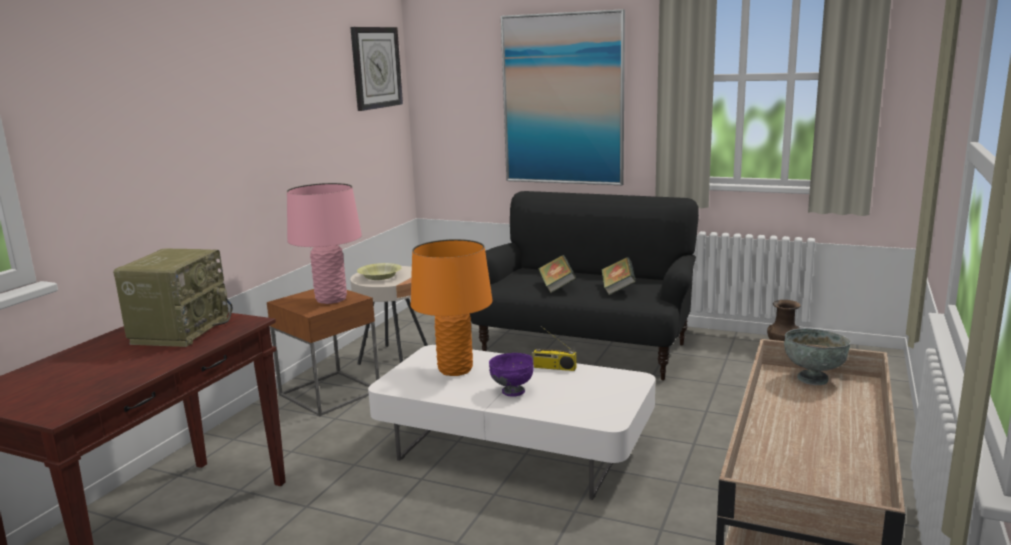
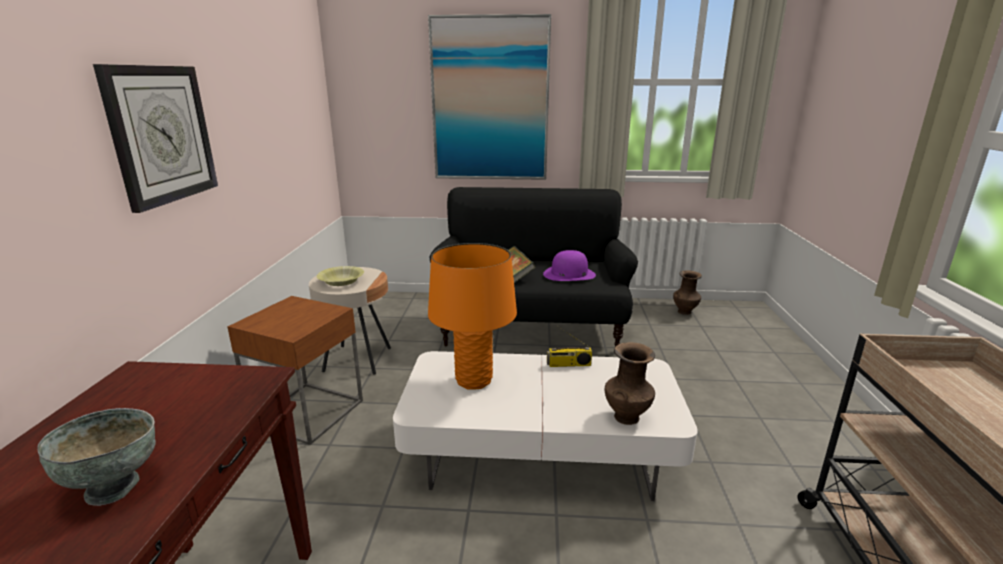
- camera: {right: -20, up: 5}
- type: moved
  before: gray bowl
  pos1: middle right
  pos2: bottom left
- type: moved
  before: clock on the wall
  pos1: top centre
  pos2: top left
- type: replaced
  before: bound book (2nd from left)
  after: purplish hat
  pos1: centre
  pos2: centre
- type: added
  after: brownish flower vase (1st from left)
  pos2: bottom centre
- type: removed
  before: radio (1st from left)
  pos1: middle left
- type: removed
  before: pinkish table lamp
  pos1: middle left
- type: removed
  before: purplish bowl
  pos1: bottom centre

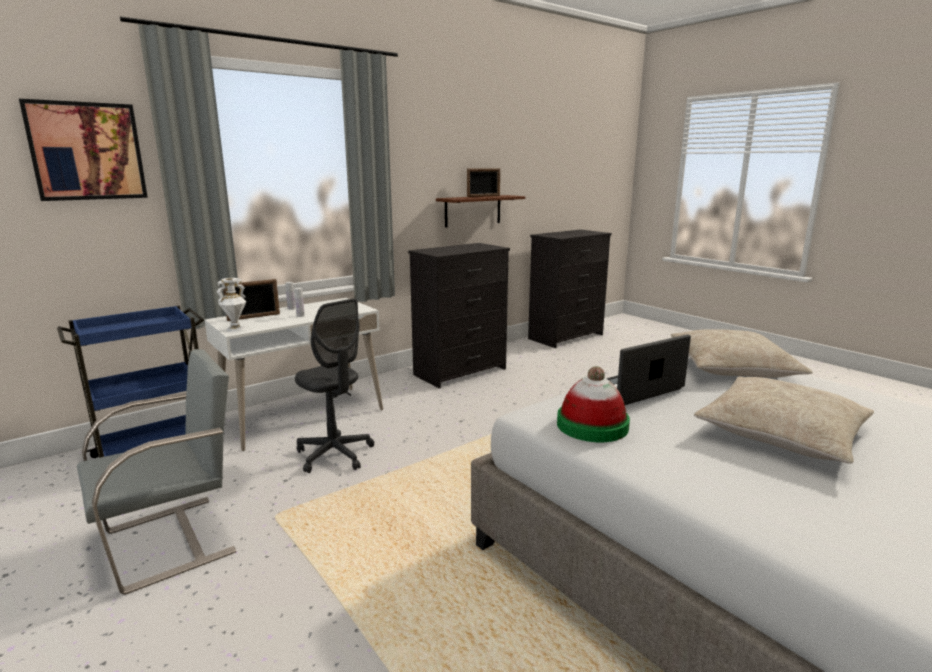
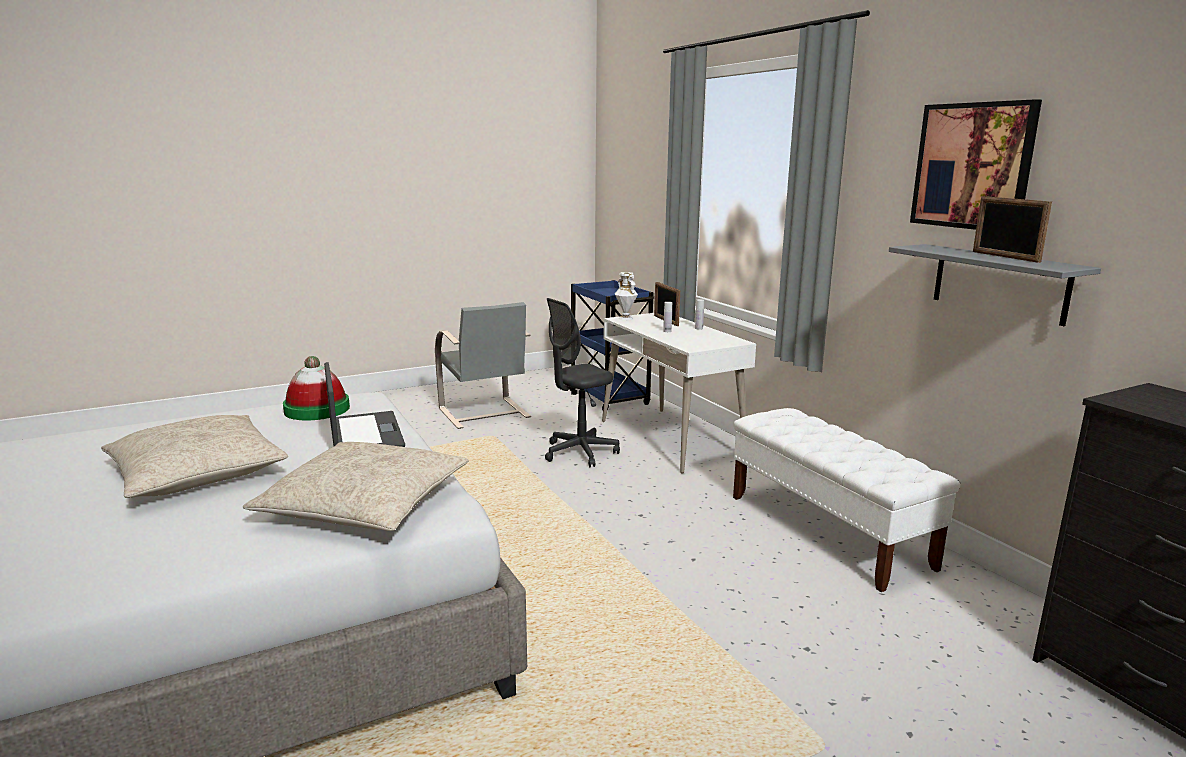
- camera: {right: 100, up: 0}
- type: replaced
  before: blackish chest of drawers (1st from left)
  after: whitish long seat
  pos1: centre
  pos2: middle right
- type: recoloured
  before: brownish bracket shelf
  after: gray bracket shelf
  pos1: top centre
  pos2: middle right
- type: moved
  before: picture
  pos1: top left
  pos2: top right

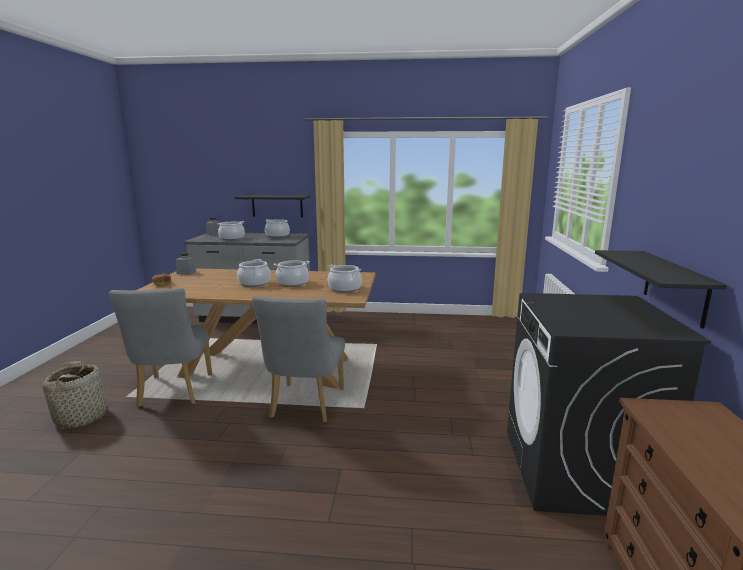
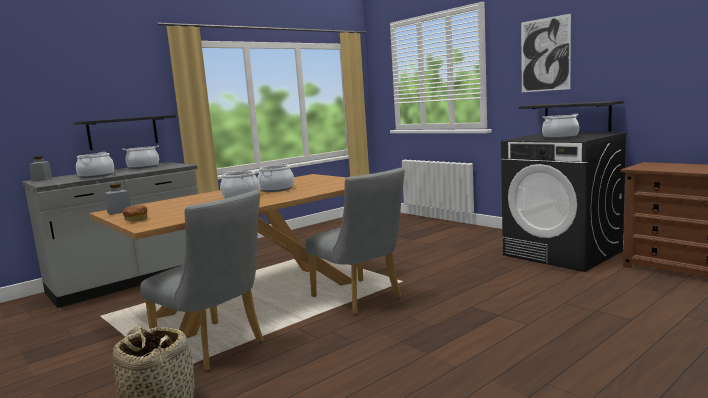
- camera: {right: -45, up: -5}
- type: added
  after: picture
  pos2: top right
- type: moved
  before: stockpot (5th from left)
  pos1: centre
  pos2: top right

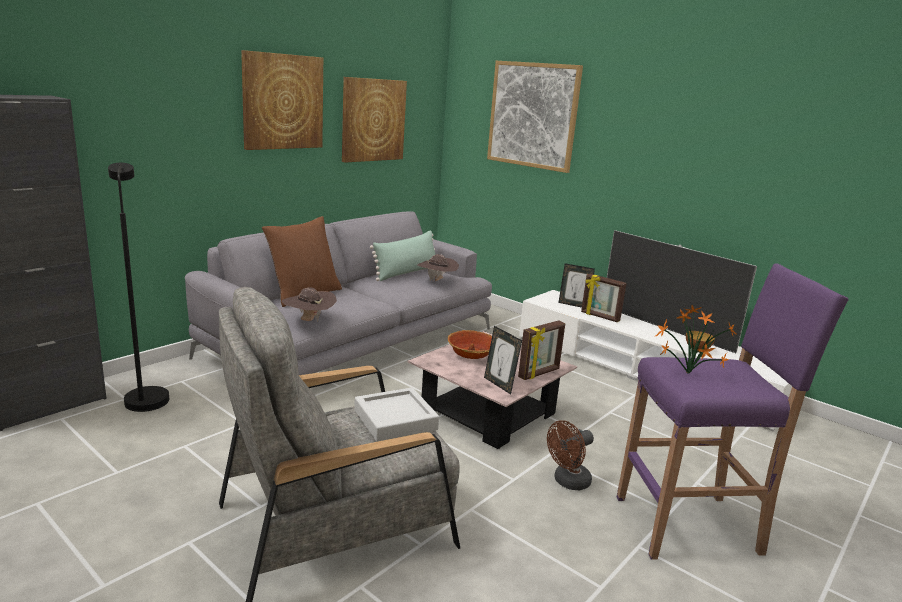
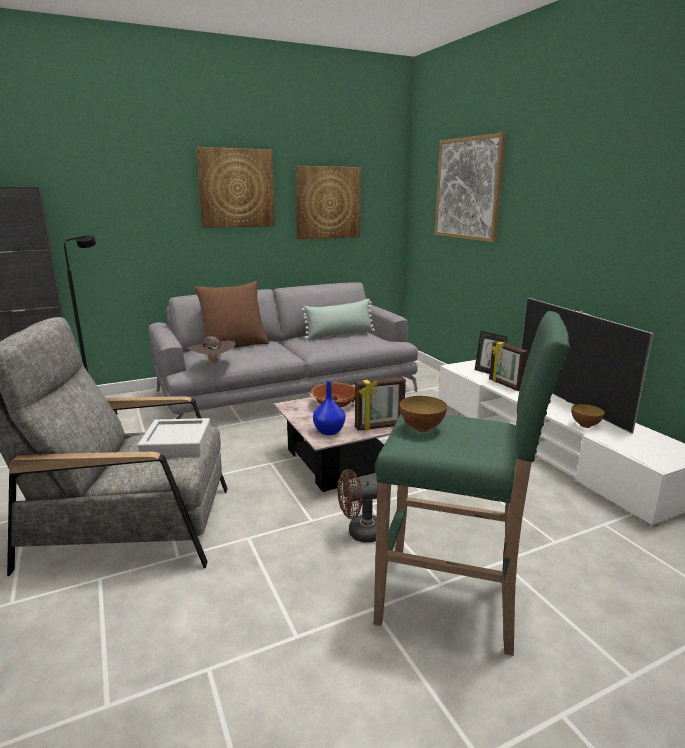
- camera: {right: 25, up: 0}
- type: replaced
  before: standing frame (1st from left)
  after: bluish flower vase
  pos1: centre
  pos2: centre
- type: recoloured
  before: purplish stool
  after: green-coloured stool
  pos1: bottom right
  pos2: middle right
- type: replaced
  before: potted plant
  after: bowl (2nd from left)
  pos1: middle right
  pos2: centre
- type: removed
  before: brownish hat (2nd from left)
  pos1: centre

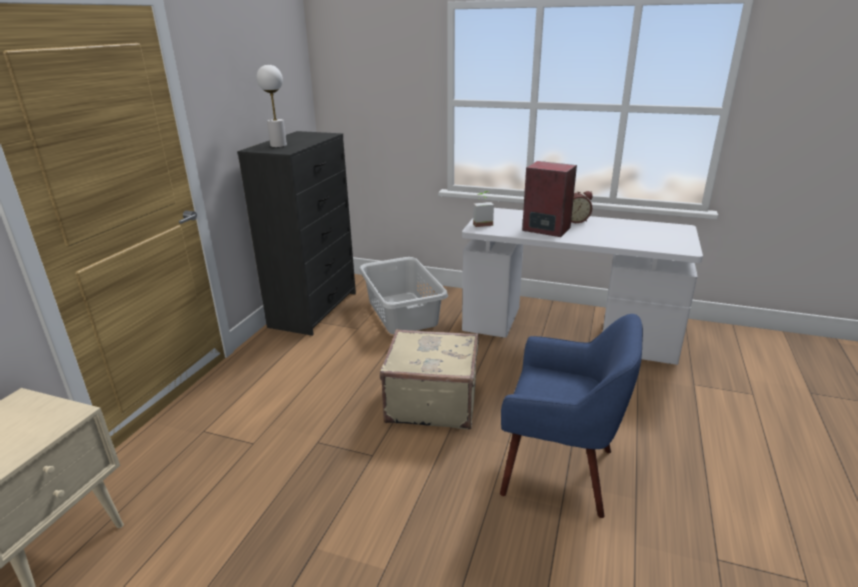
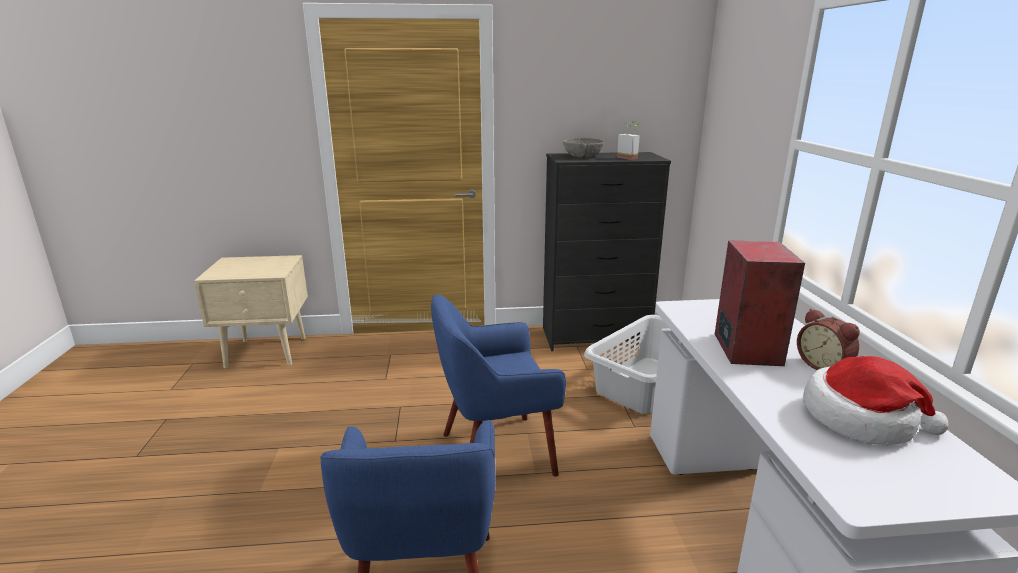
- camera: {right: 65, up: -5}
- type: replaced
  before: beige-coloured travel case
  after: bluish armchair (2nd from left)
  pos1: centre
  pos2: bottom centre
- type: replaced
  before: whitish table lamp
  after: gray bowl
  pos1: top left
  pos2: top centre
- type: moved
  before: potted plant
  pos1: centre
  pos2: top centre
- type: added
  after: hat
  pos2: bottom right

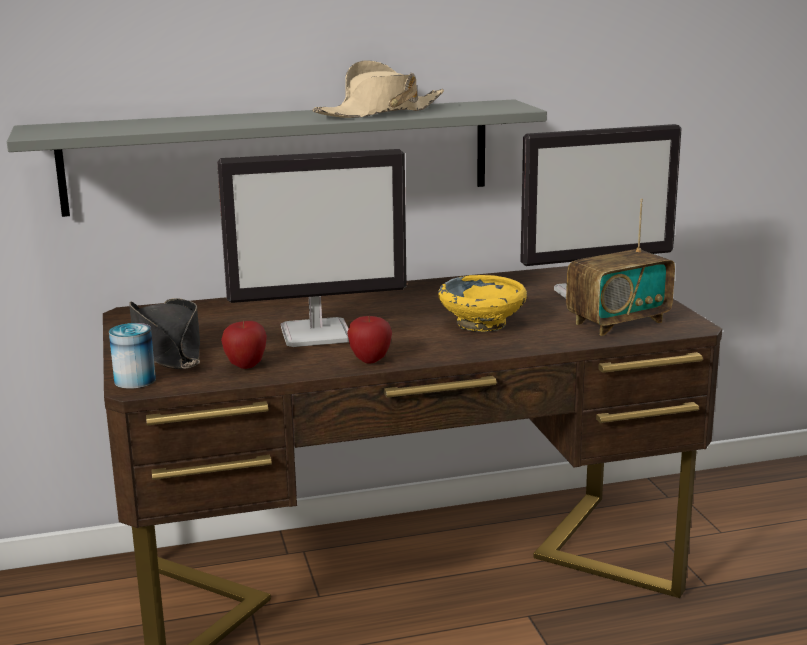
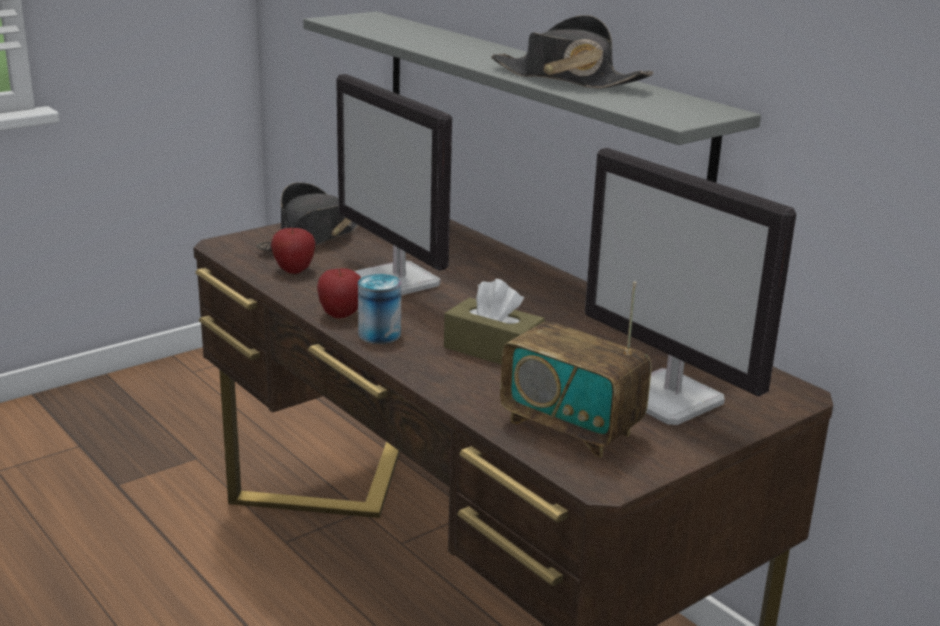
- camera: {right: 65, up: 5}
- type: moved
  before: metal can
  pos1: middle left
  pos2: centre
- type: replaced
  before: yellow-coloured bowl
  after: brownish tissue box
  pos1: centre
  pos2: centre
- type: recoloured
  before: beige-coloured hat
  after: blackish hat (2nd from left)
  pos1: top centre
  pos2: top centre

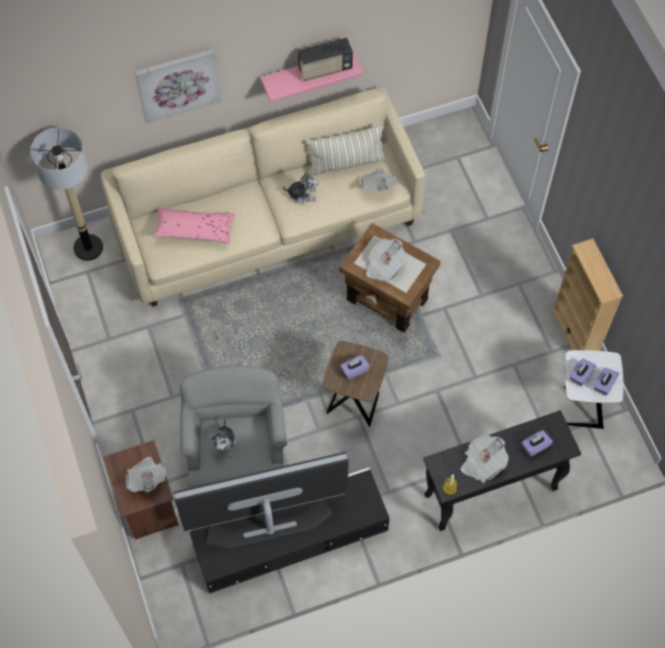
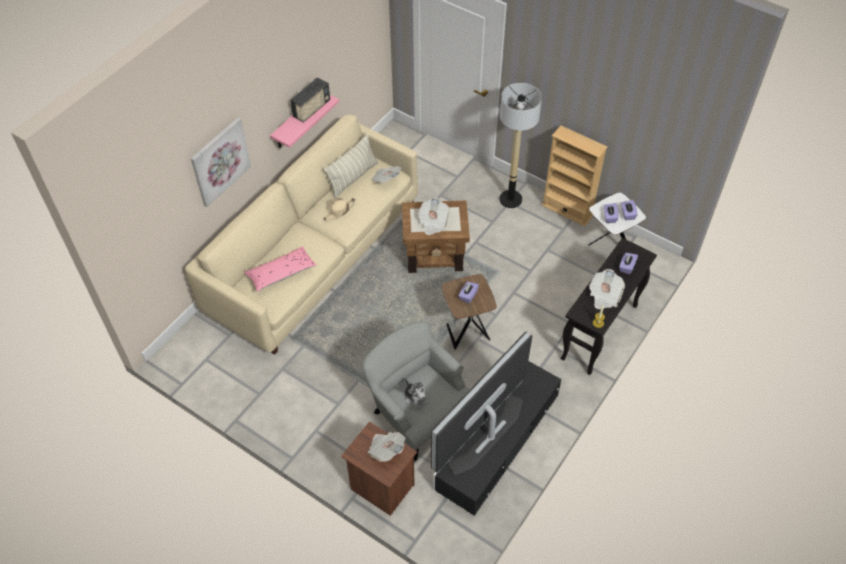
- camera: {right: -35, up: -10}
- type: replaced
  before: soft toy (2nd from left)
  after: beige-coloured hat
  pos1: top centre
  pos2: centre
- type: moved
  before: standing lamp
  pos1: top left
  pos2: top centre

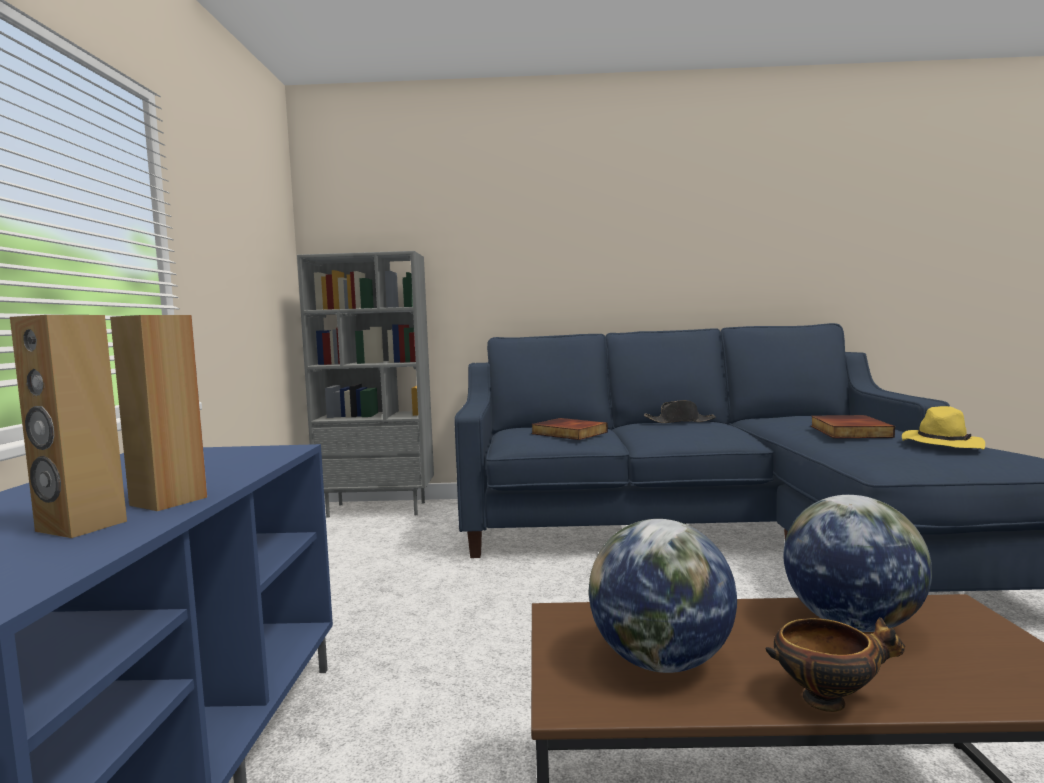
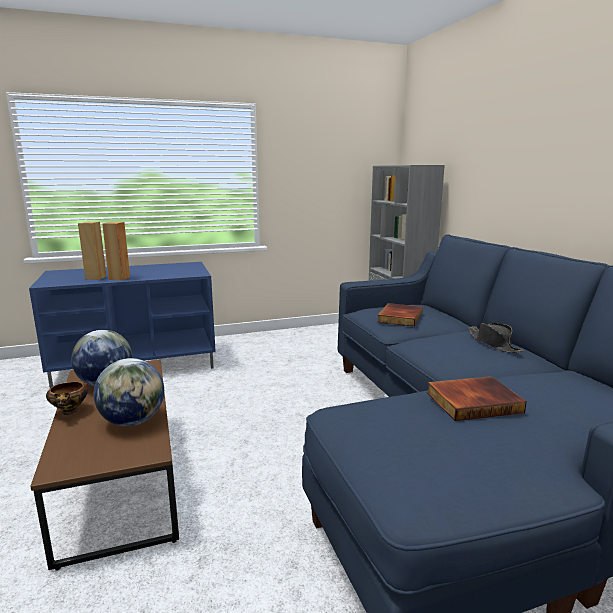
- camera: {right: 70, up: 10}
- type: removed
  before: yellow-coloured hat
  pos1: middle right

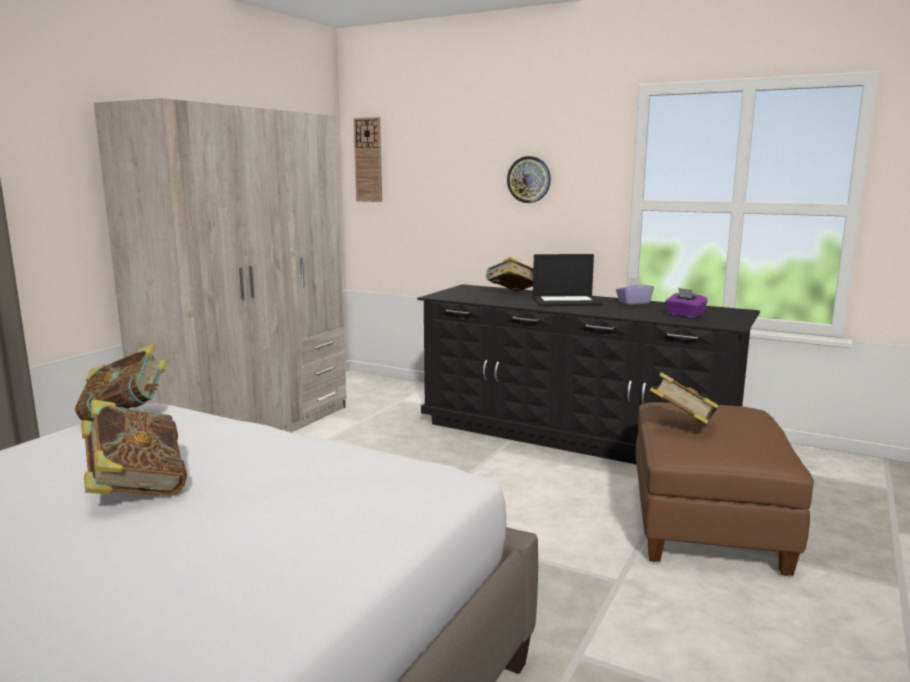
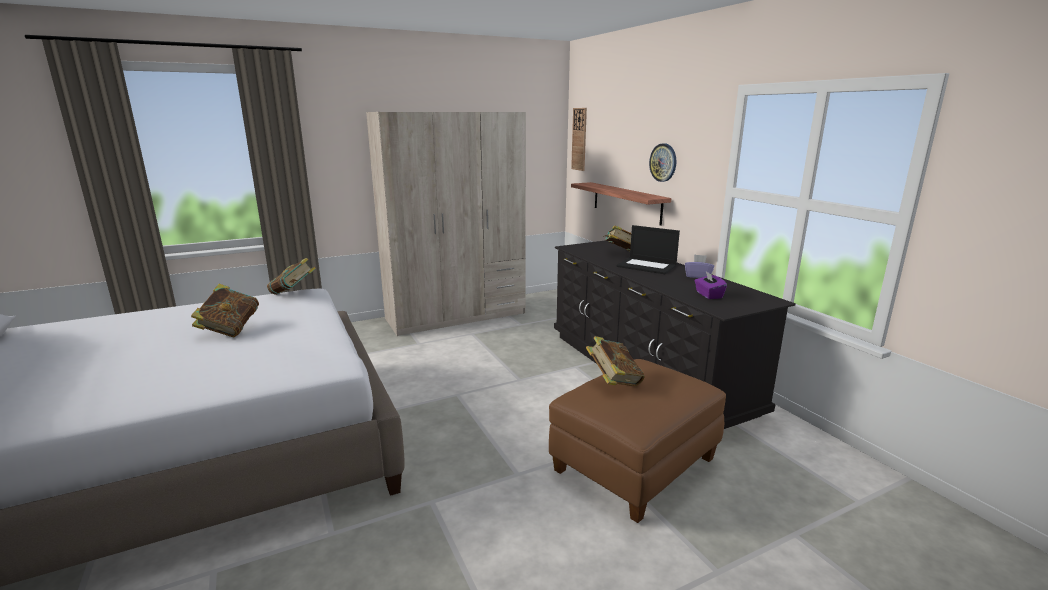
- camera: {right: 35, up: 5}
- type: added
  after: bracket shelf
  pos2: centre

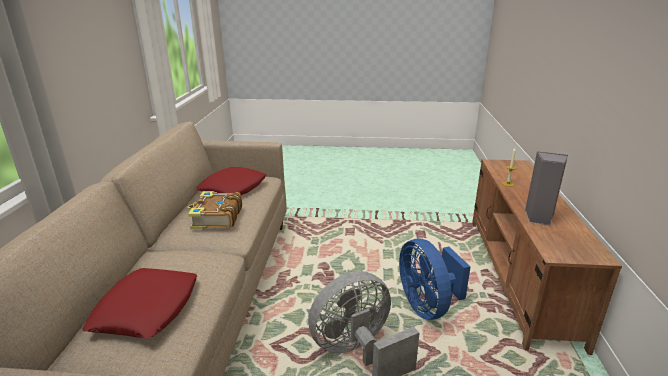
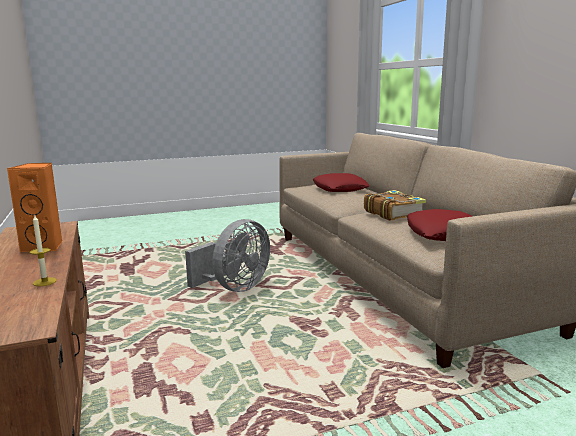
- camera: {right: 155, up: -10}
- type: recoloured
  before: gray audio speaker
  after: orange-coloured audio speaker
  pos1: middle right
  pos2: middle left
- type: removed
  before: bluish cooling fan
  pos1: bottom centre

